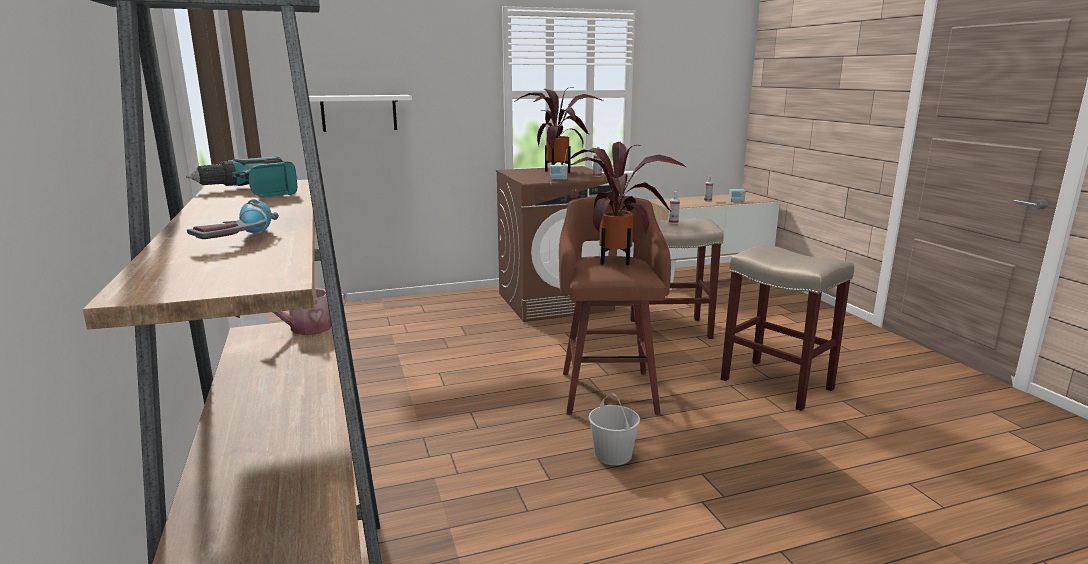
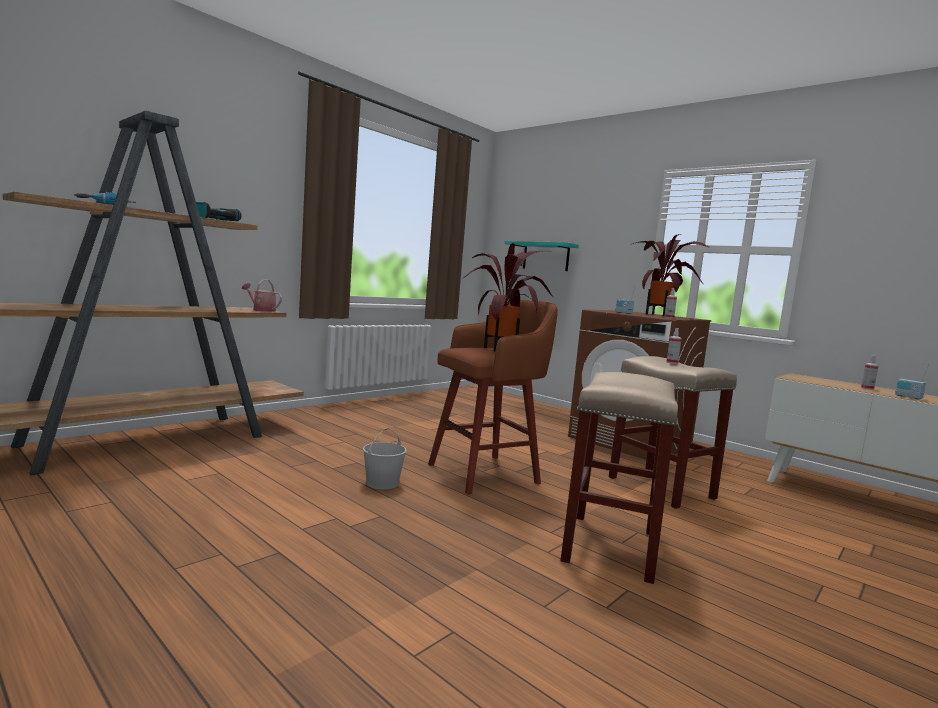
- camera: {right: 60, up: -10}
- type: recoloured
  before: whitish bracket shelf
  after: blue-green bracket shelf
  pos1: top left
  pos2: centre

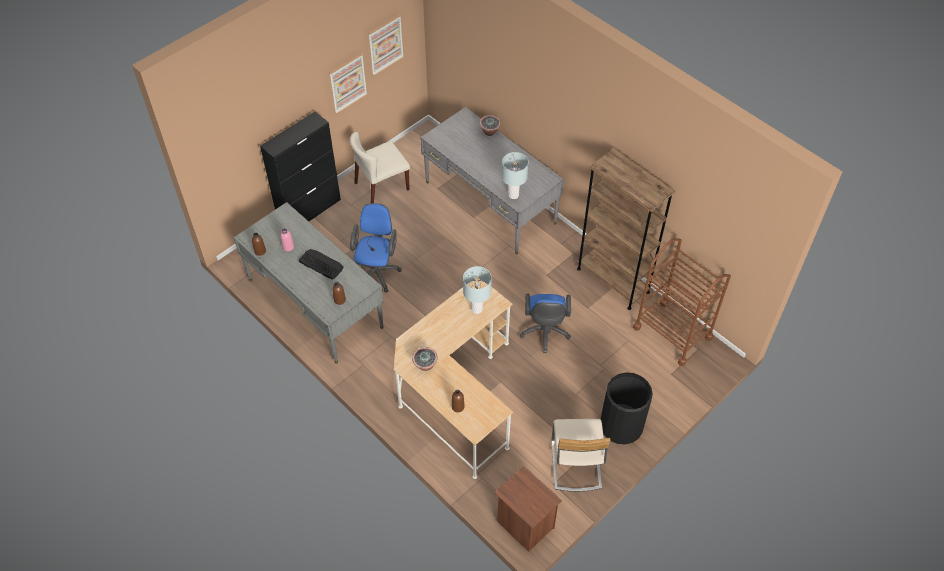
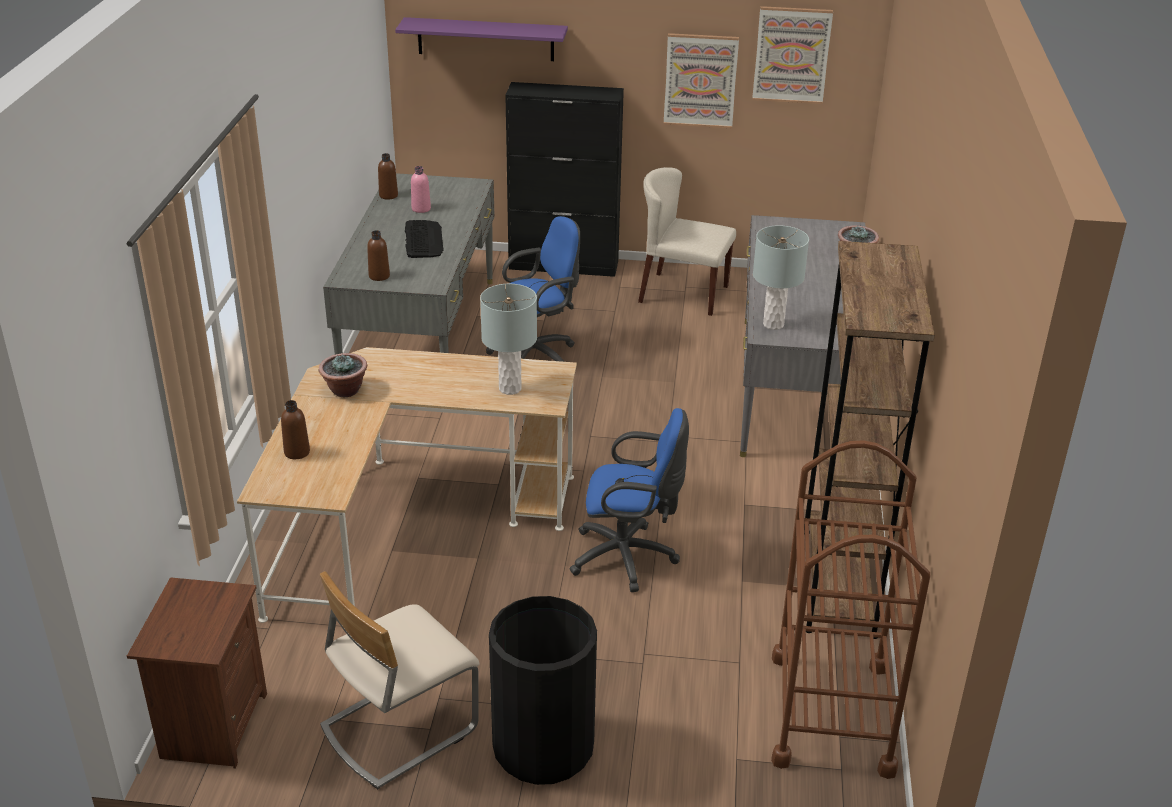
- camera: {right: 50, up: -20}
- type: added
  after: purplish bracket shelf
  pos2: top centre
- type: turned
  before: bluish computer chair (2nd from left)
  pos1: centre
  pos2: centre
  turn: -135

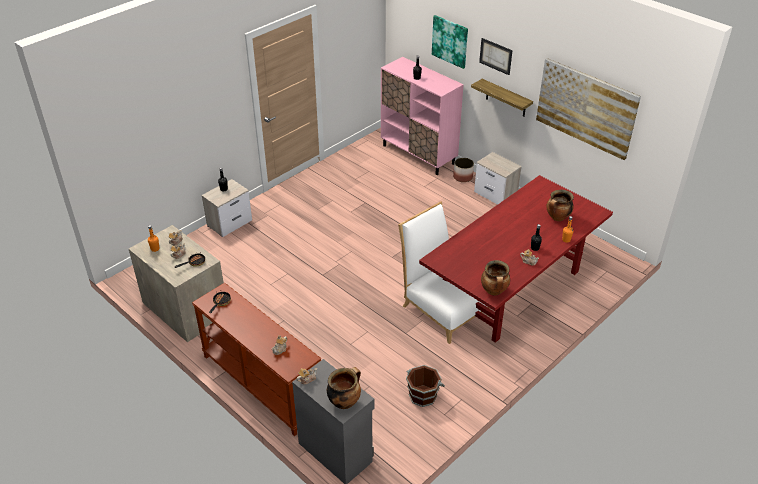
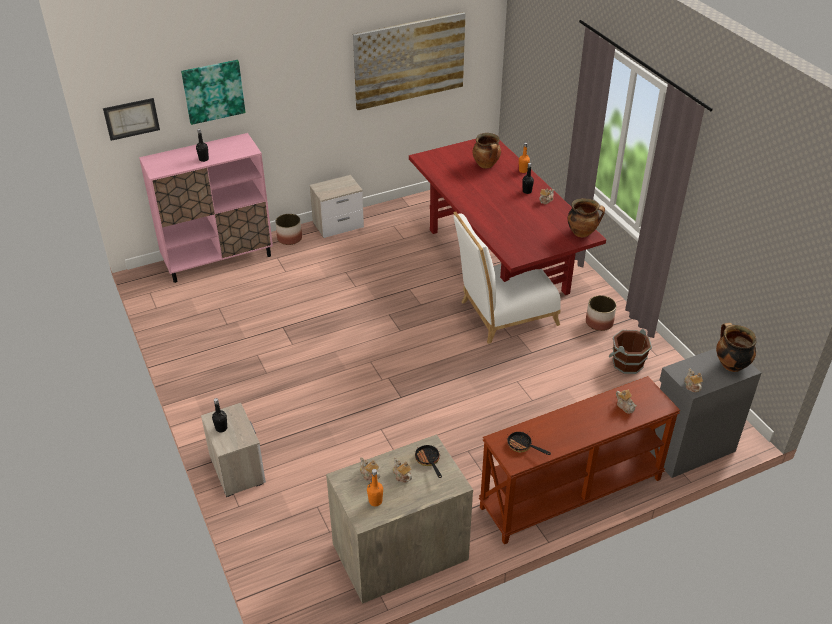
- camera: {right: -70, up: 0}
- type: moved
  before: picture (2nd from left in the first image)
  after: picture (1st from left)
  pos1: top centre
  pos2: top left
- type: added
  after: plant pot (2nd from left)
  pos2: middle right
- type: removed
  before: bracket shelf
  pos1: top centre

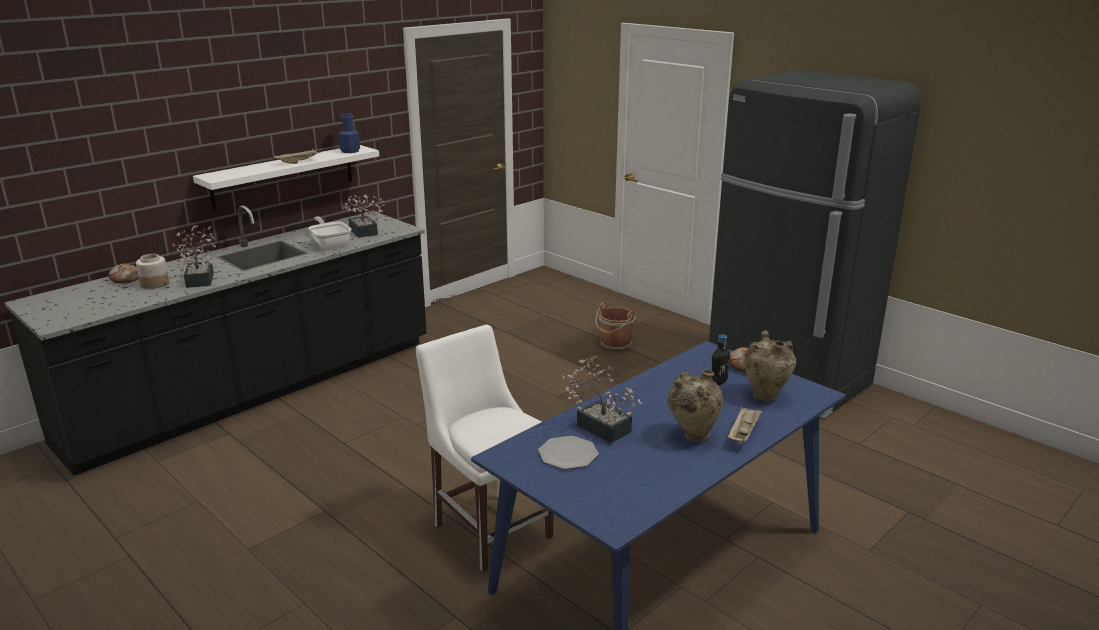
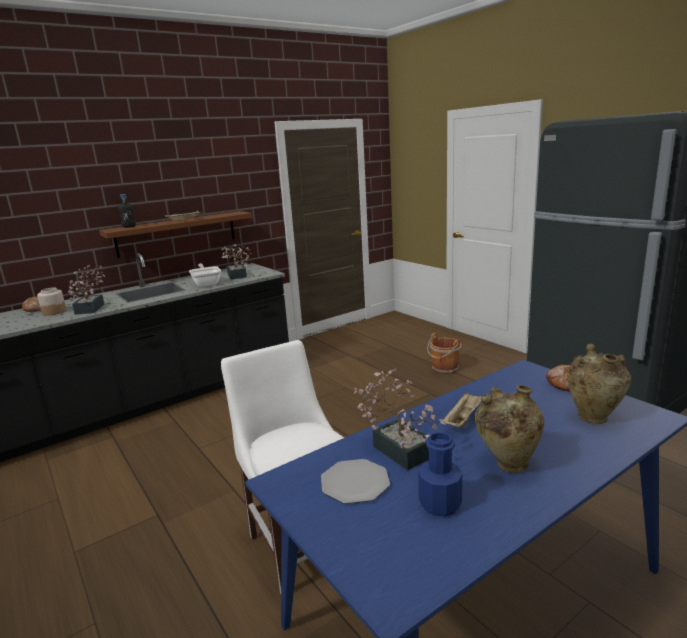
- camera: {right: 10, up: -5}
- type: recoloured
  before: whitish bracket shelf
  after: brownish bracket shelf
  pos1: top left
  pos2: middle left
- type: moved
  before: blackish beverage bottle
  pos1: centre
  pos2: top left
- type: moved
  before: bluish beverage bottle
  pos1: top left
  pos2: bottom centre
- type: moved
  before: beige-coloured tray (2nd from left)
  pos1: bottom right
  pos2: middle right

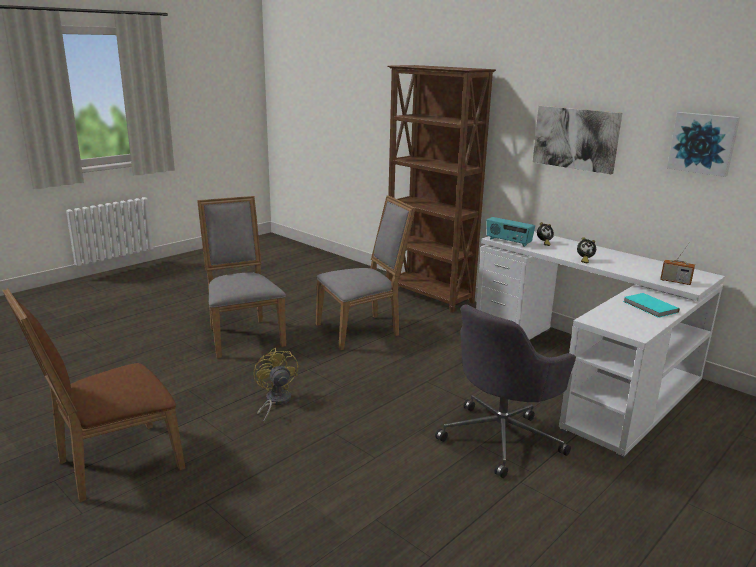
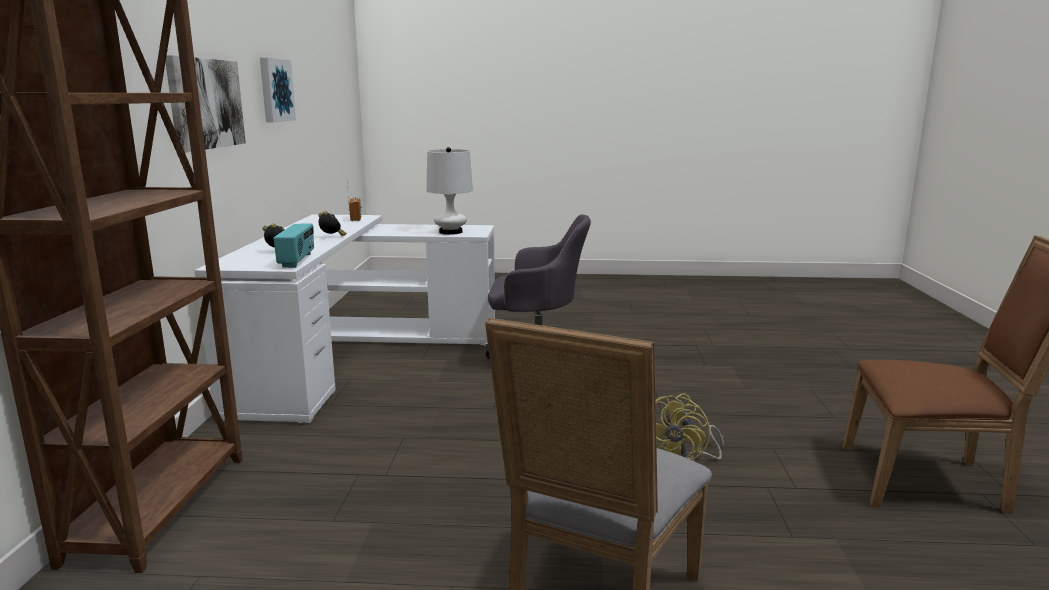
- camera: {right: -130, up: -5}
- type: added
  after: whitish table lamp
  pos2: top centre
- type: removed
  before: gray chair (2nd from left)
  pos1: centre
- type: removed
  before: blue-green bound book
  pos1: middle right

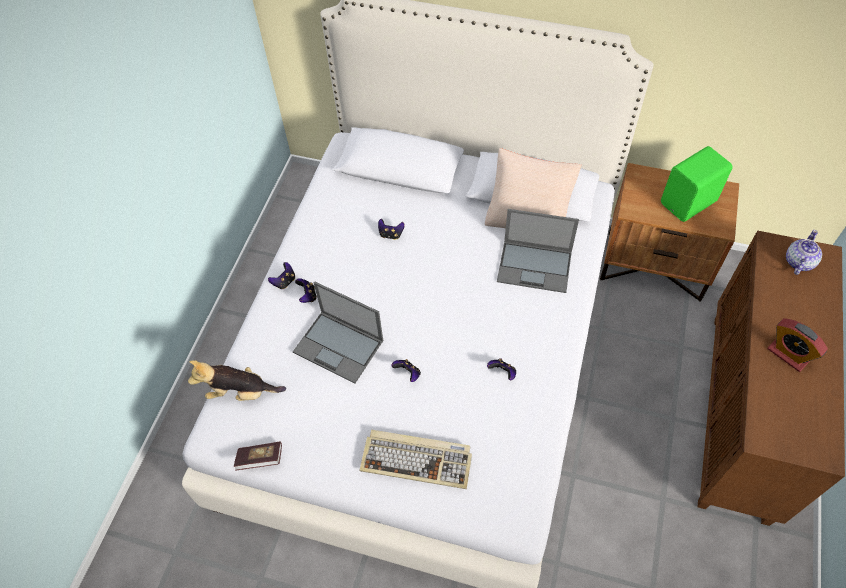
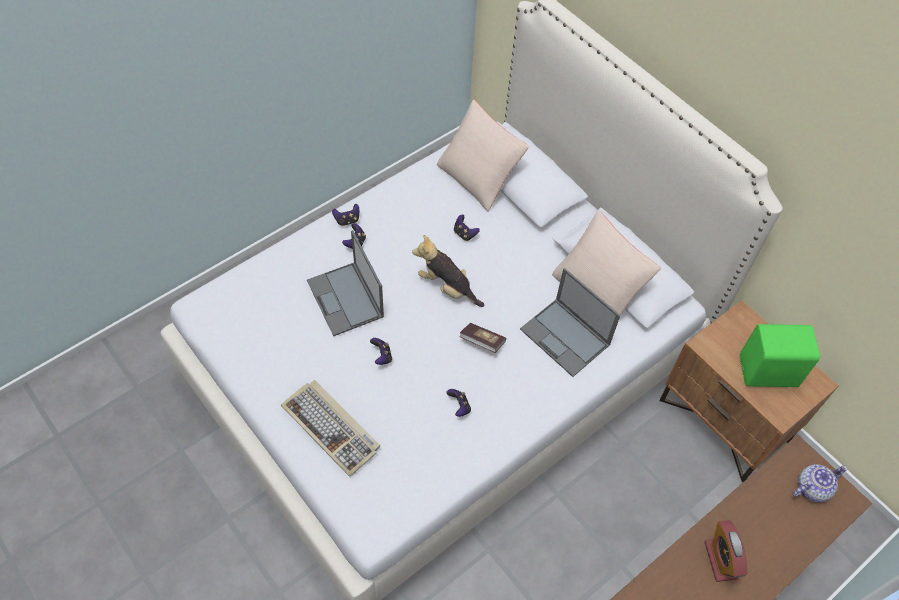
- camera: {right: 30, up: 0}
- type: moved
  before: soft toy
  pos1: middle left
  pos2: centre
- type: added
  after: beige-coloured cushion (1st from left)
  pos2: top centre
- type: moved
  before: bound book
  pos1: bottom left
  pos2: centre

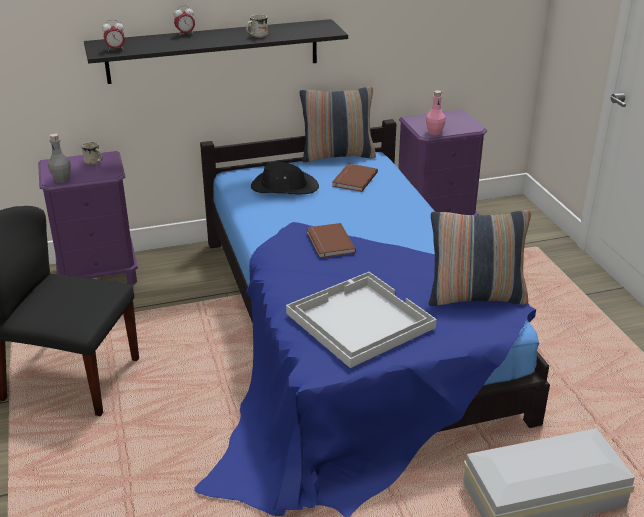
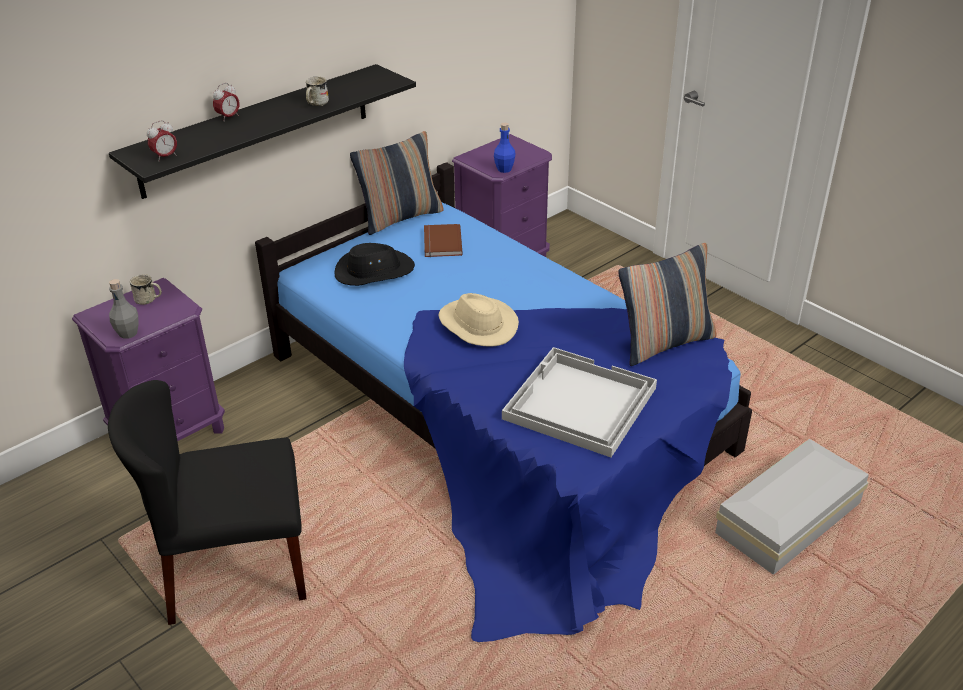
- camera: {right: -25, up: 5}
- type: replaced
  before: brownish bound book (1st from left)
  after: beige-coloured hat
  pos1: centre
  pos2: centre
- type: recoloured
  before: pinkish beverage bottle
  after: bluish beverage bottle
  pos1: top right
  pos2: top centre

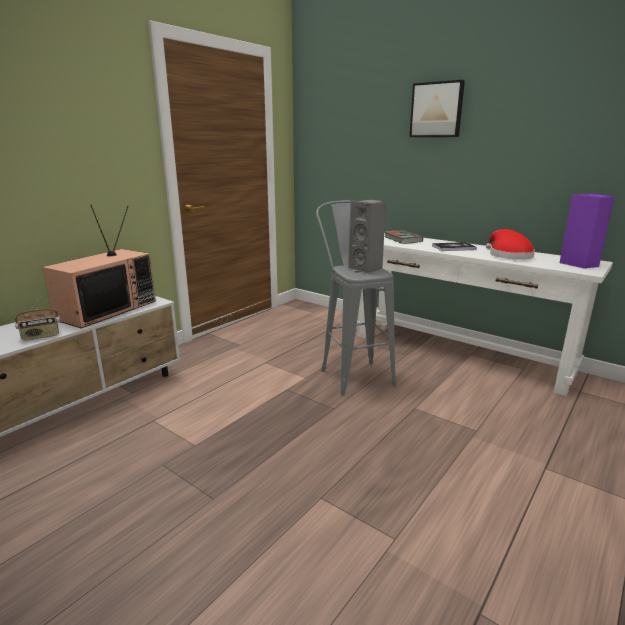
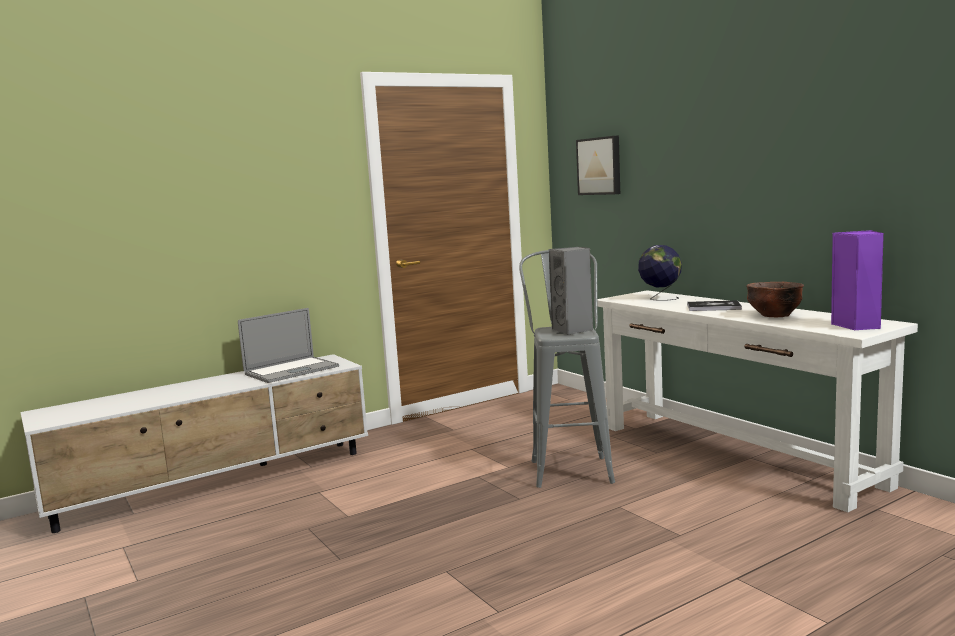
- camera: {right: 20, up: -10}
- type: replaced
  before: TV
  after: laptop
  pos1: middle left
  pos2: middle left
- type: moved
  before: picture
  pos1: top right
  pos2: top centre
- type: replaced
  before: bound book (1st from left)
  after: world globe
  pos1: centre
  pos2: middle right
- type: replaced
  before: reddish hat
  after: brownish bowl
  pos1: middle right
  pos2: middle right
- type: removed
  before: radio
  pos1: middle left

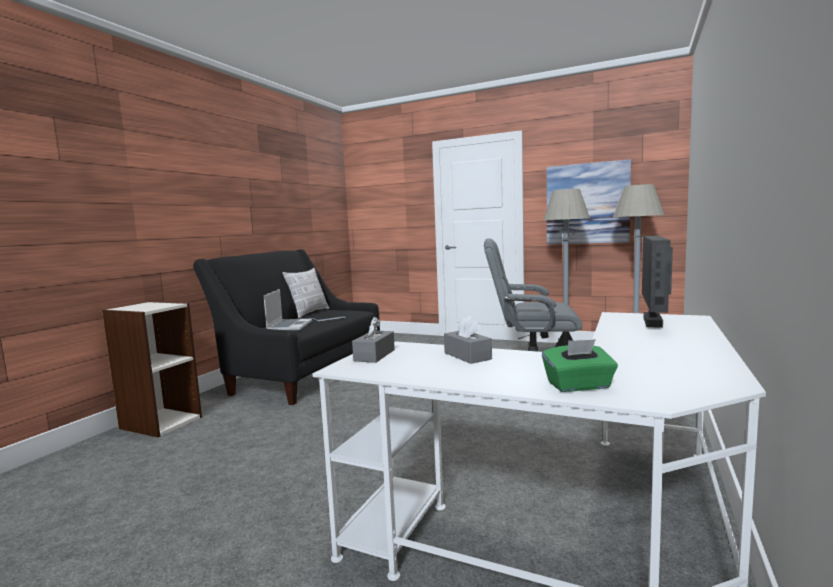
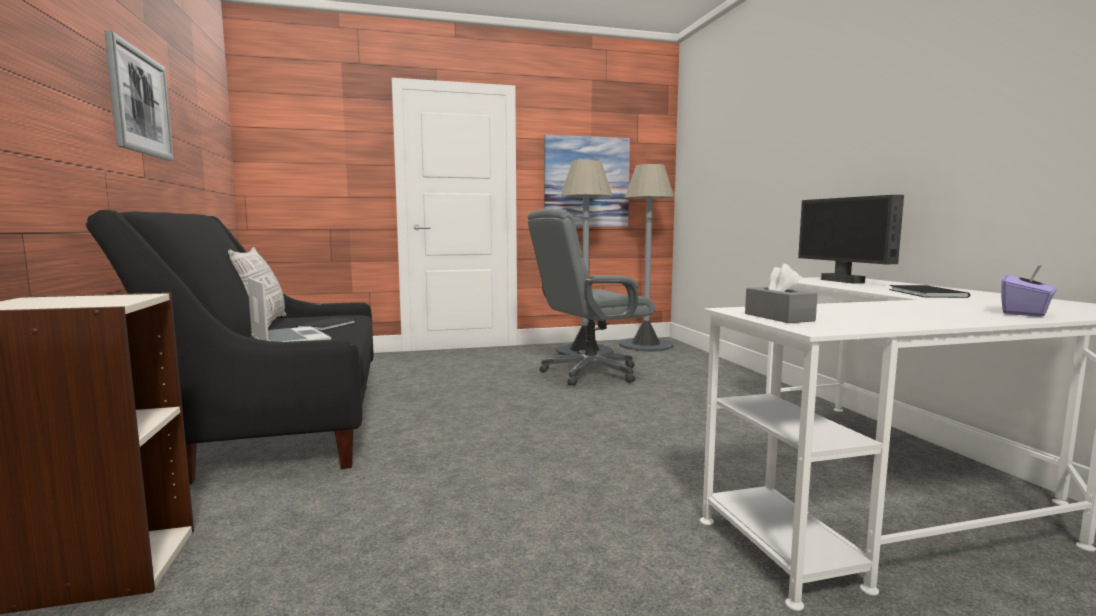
- camera: {right: -40, up: 0}
- type: added
  after: picture (1st from left)
  pos2: top left
- type: added
  after: blackish bound book (2nd from left)
  pos2: middle right
- type: recoloured
  before: green-coloured tissue box
  after: purplish tissue box
  pos1: middle right
  pos2: middle right
- type: removed
  before: gray tissue box (2nd from left)
  pos1: centre

